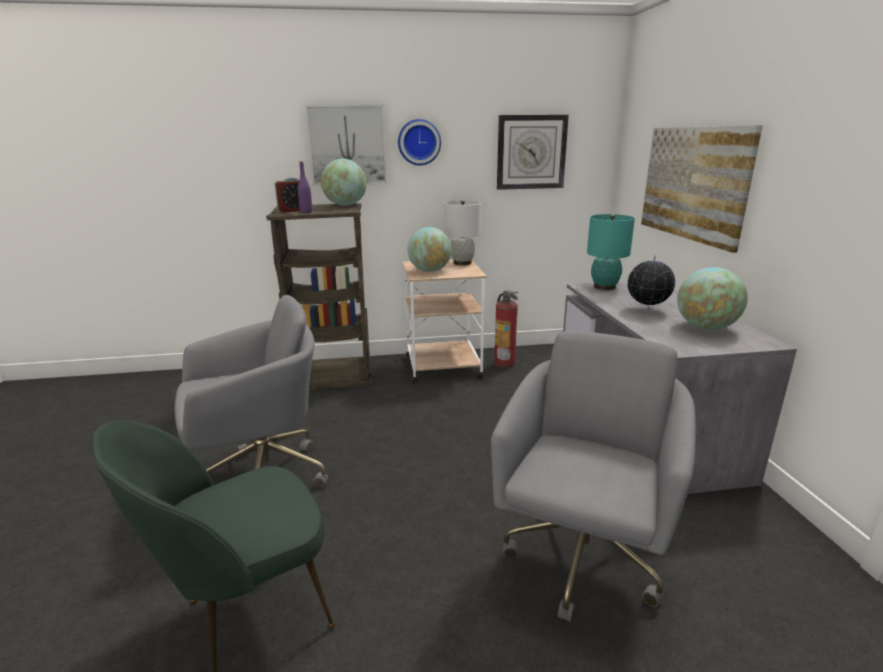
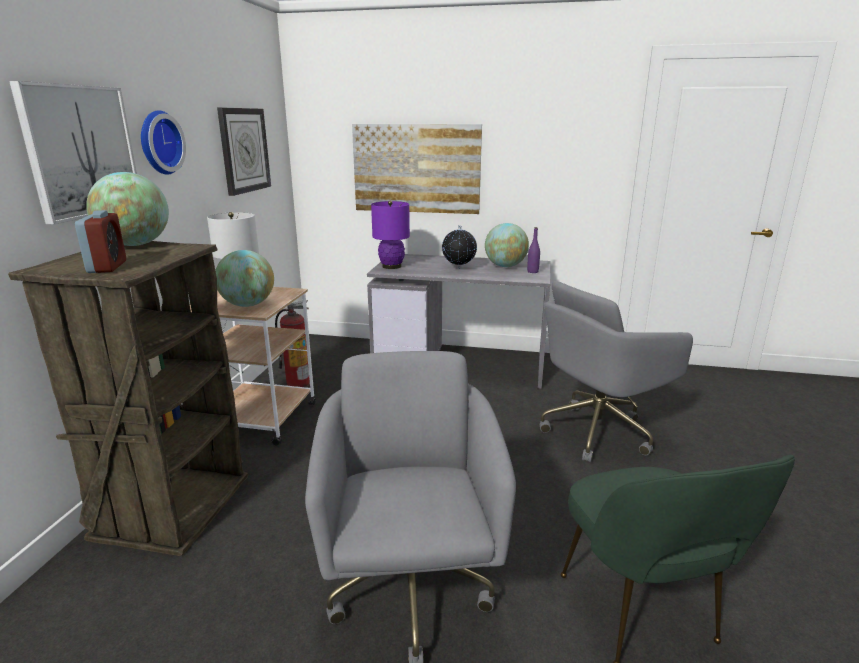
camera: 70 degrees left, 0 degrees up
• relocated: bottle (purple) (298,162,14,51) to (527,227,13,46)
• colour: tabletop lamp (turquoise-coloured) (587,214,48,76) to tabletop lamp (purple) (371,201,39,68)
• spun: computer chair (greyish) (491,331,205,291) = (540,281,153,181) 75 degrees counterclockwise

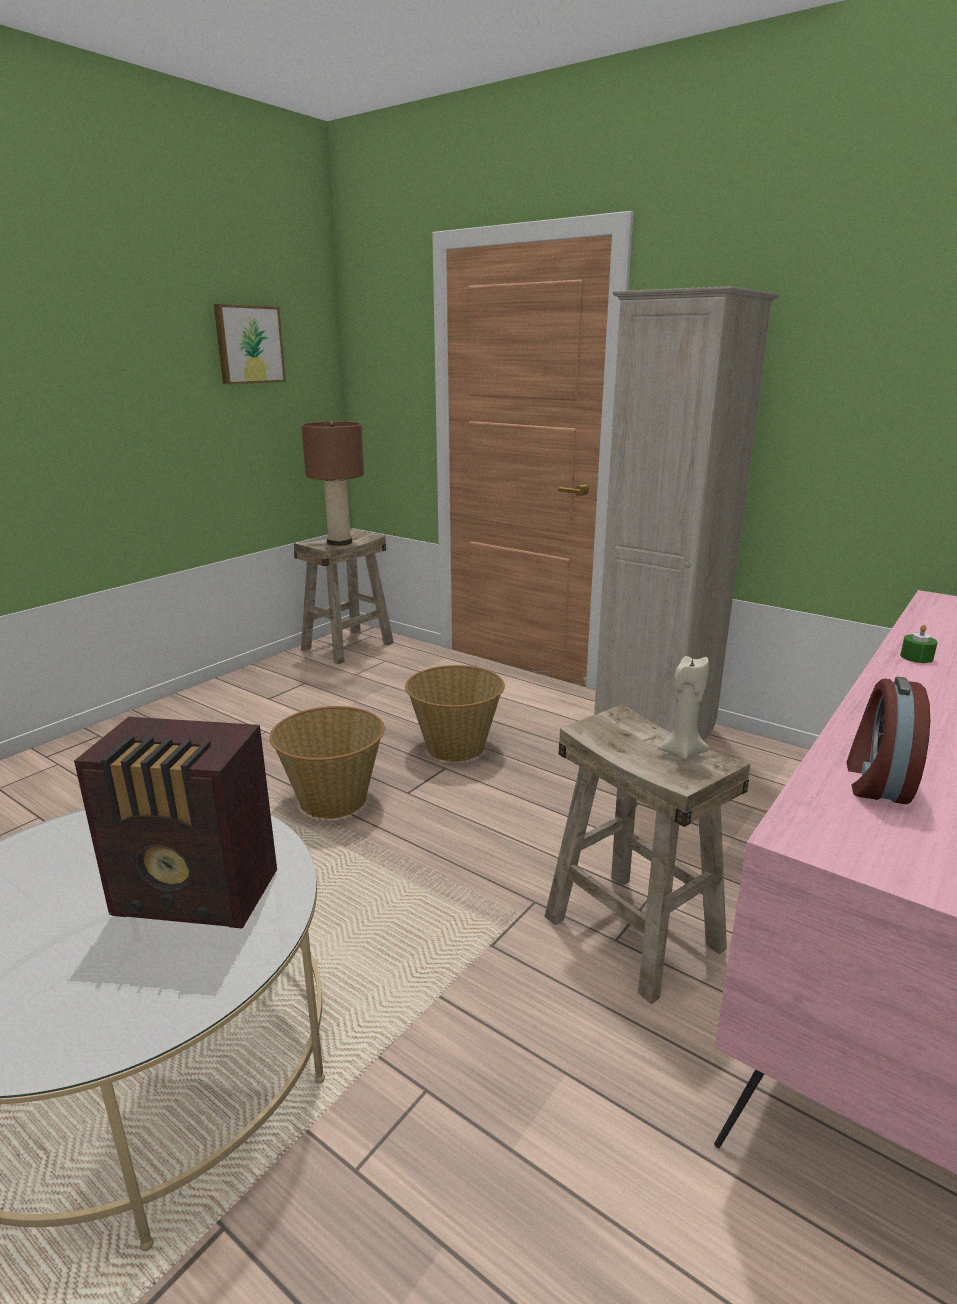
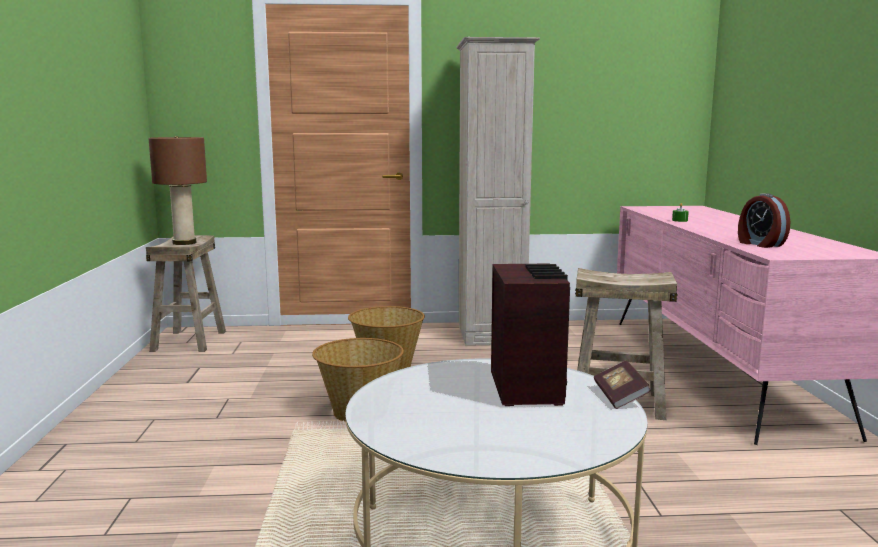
camera: 40 degrees left, 10 degrees down
• missing: picture (214,304,72,80)
• missing: wax light (beige) (658,656,51,104)
• spun: radio (74,717,203,211) = (491,264,79,142) 60 degrees counterclockwise
• appeared: book (594,360,57,49)

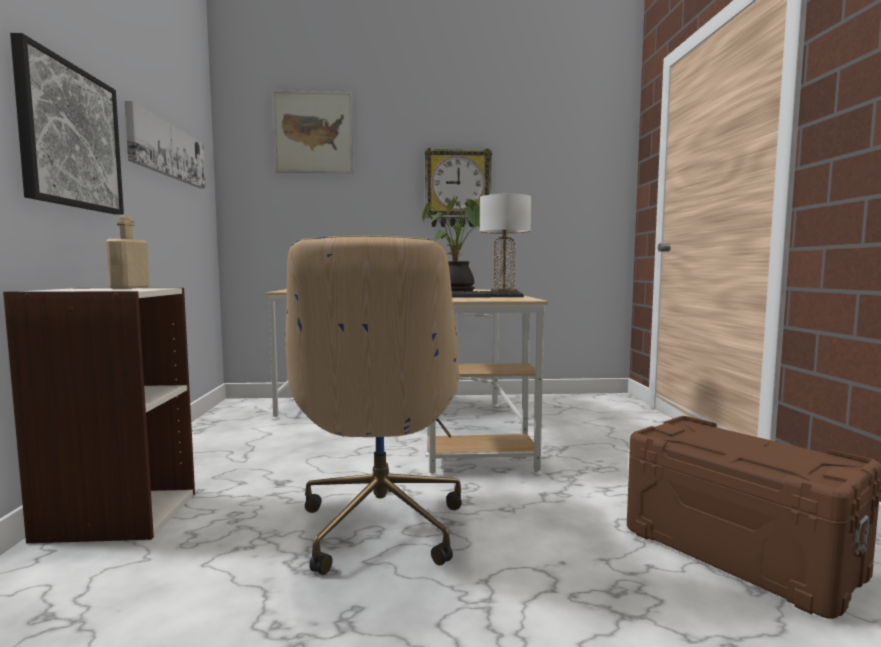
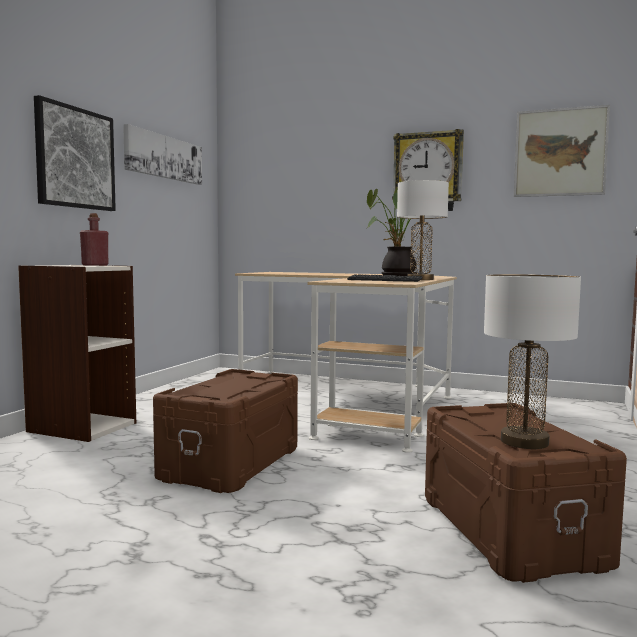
camera: 25 degrees right, 0 degrees up
• relocated: picture (272,90,82,83) to (514,105,96,92)
• colour: bottle (beige) (106,215,44,74) to bottle (red) (80,213,29,53)
• exchanged: computer chair (blue-coloured) (285,235,177,340) to storage bin (brownish) (153,369,145,124)
• appeared: tabletop lamp (484,274,97,175)

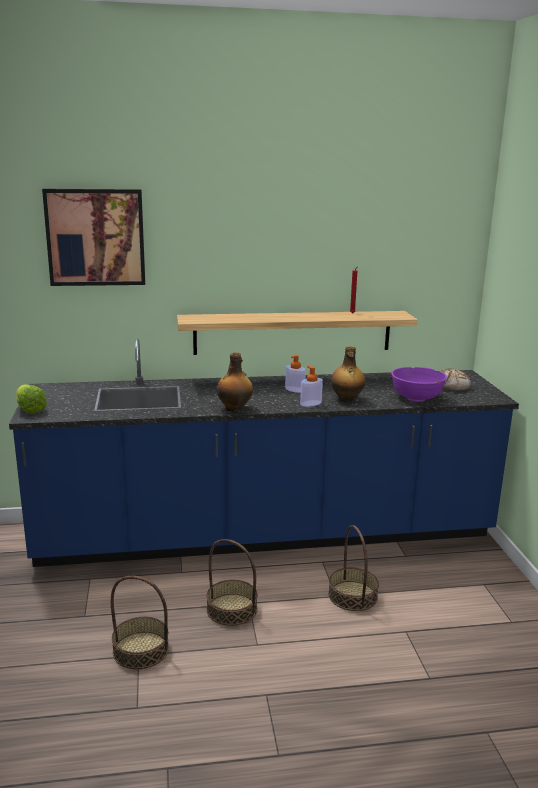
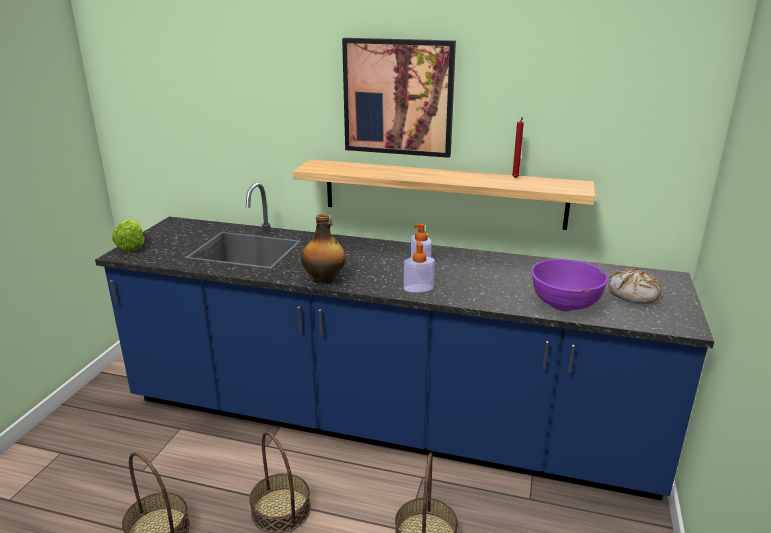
camera: 25 degrees right, 5 degrees up
• relocated: picture (42,189,103,97) to (342,38,114,120)
• missing: bottle (331,346,34,56)

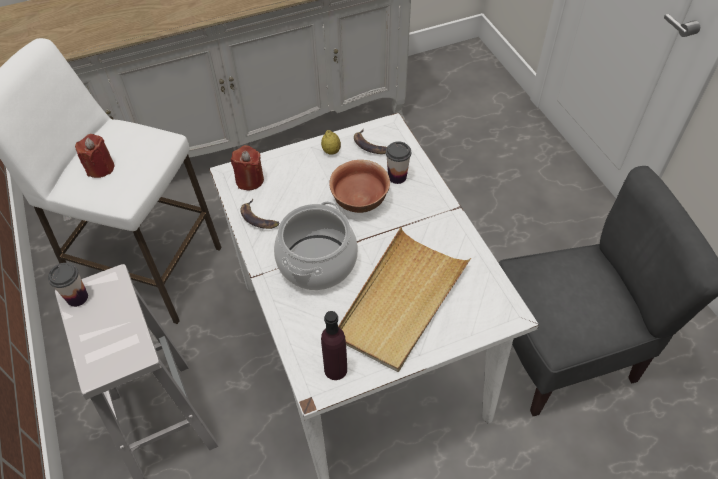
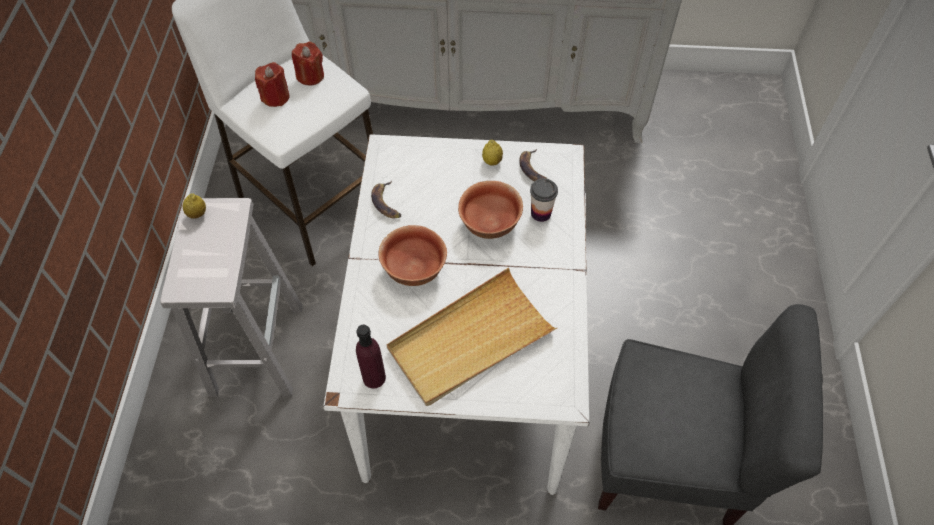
camera: 25 degrees right, 5 degrees up
• relocated: wax light (red) (231,145,33,45) to (292,42,32,43)
• exchanged: stockpot (274,201,84,89) to deep dish (379,225,68,61)
• exchanged: cup (48,263,40,44) to citrus fruit (183,194,23,25)

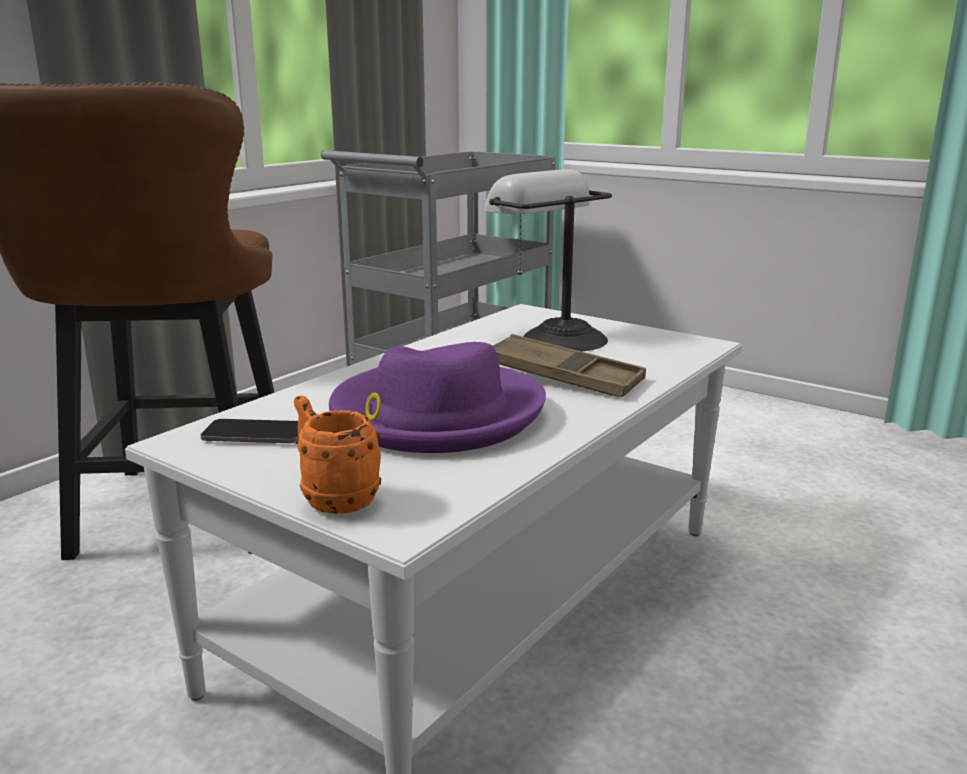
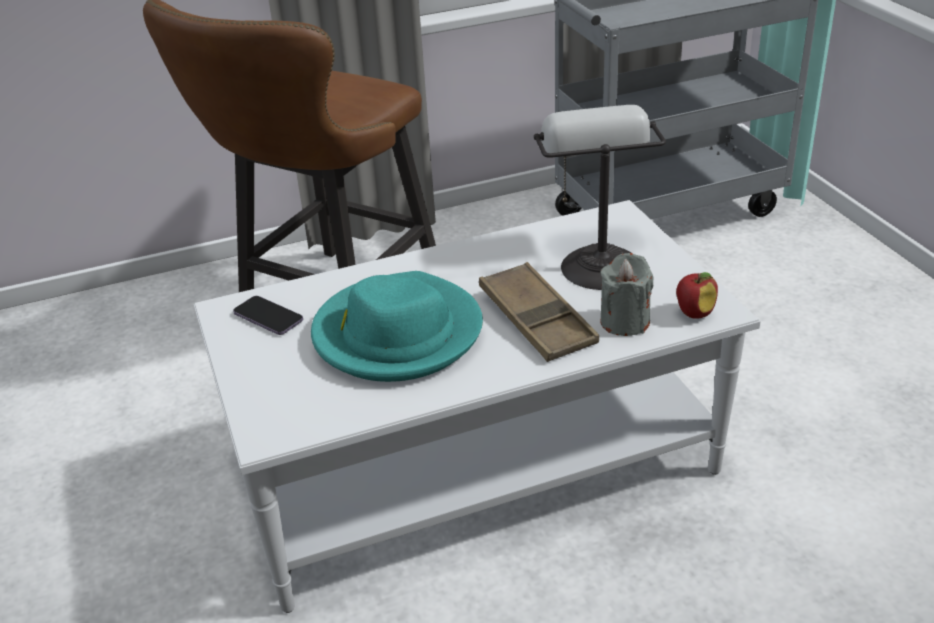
camera: 35 degrees right, 15 degrees up
• colour: hat (purple) (329,342,217,111) to hat (turquoise-coloured) (311,271,172,111)
• missing: tea mug (orange-coloured) (294,395,87,119)
• appeared: wax light (greyish) (600,253,53,83)
• appeared: apple (676,272,42,47)

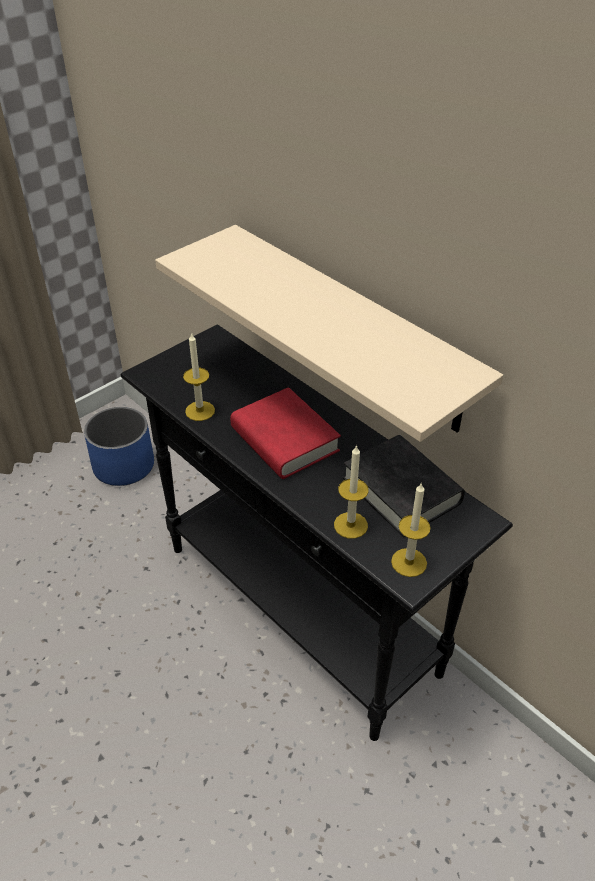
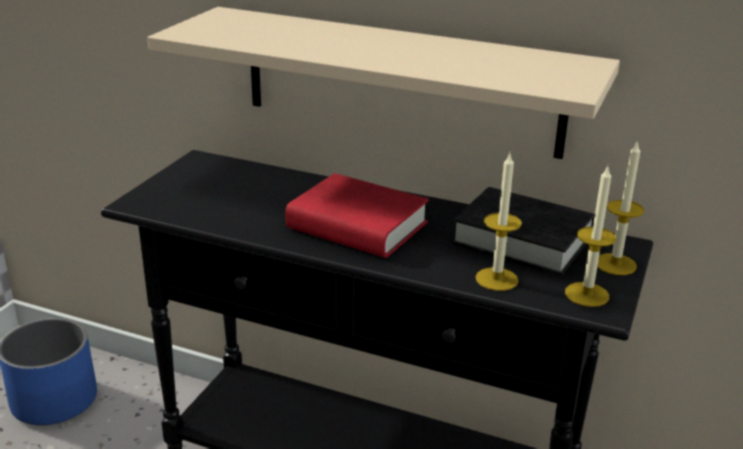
camera: 25 degrees left, 15 degrees down
• relocated: wax light (183,332,32,89) to (597,140,47,135)

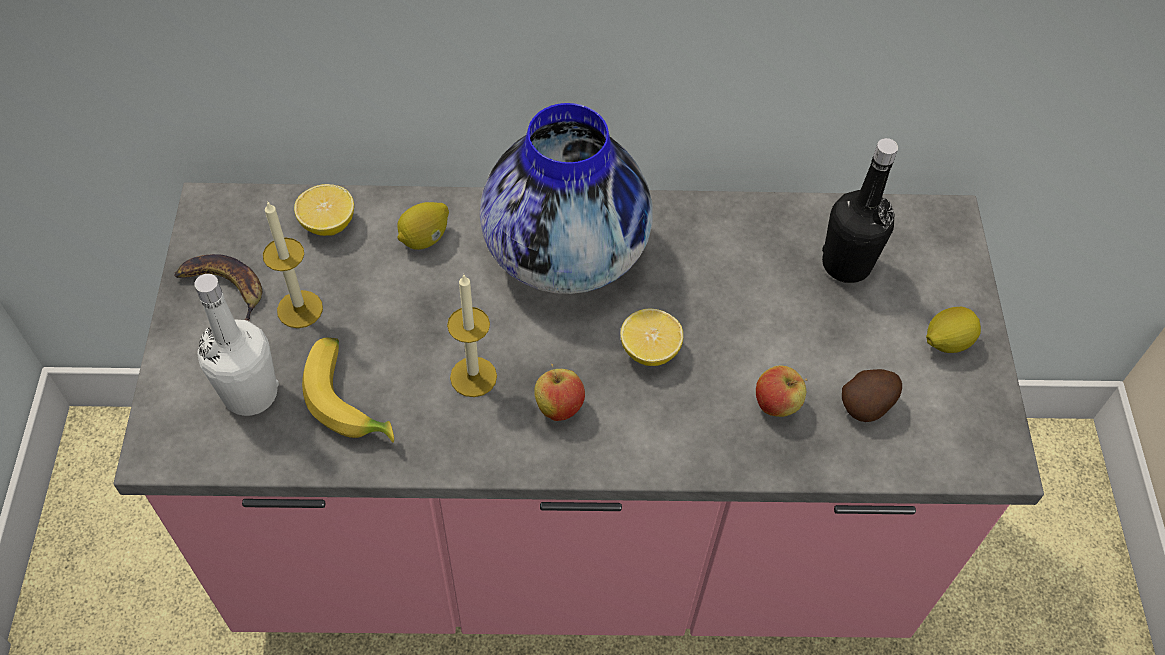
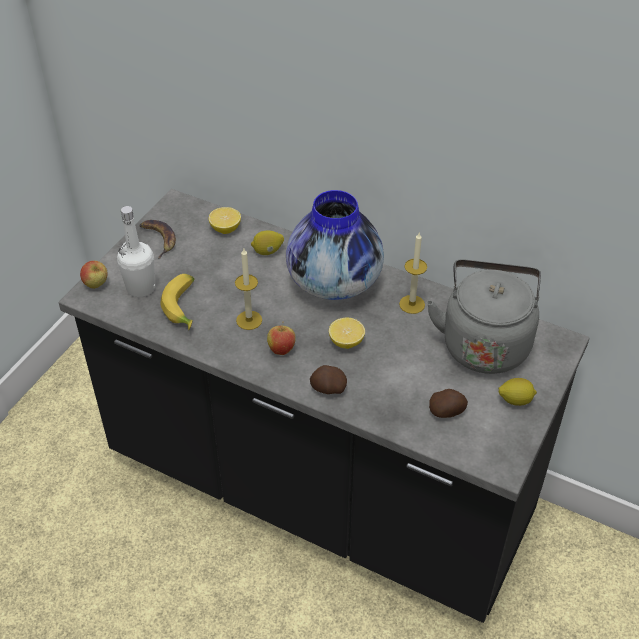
camera: 30 degrees right, 10 degrees down
• exchanged: bottle (blackish) (822,138,76,145) to water kettle (greyish) (427,260,114,114)
• colour: counter (pinkish) (114,183,930,455) to counter (blackish) (58,189,531,434)
• relocated: wax light (263,201,60,127) to (399,233,28,81)
• relocated: apple (756,365,52,52) to (80,261,28,28)
• appeared: spud (310,365,37,29)

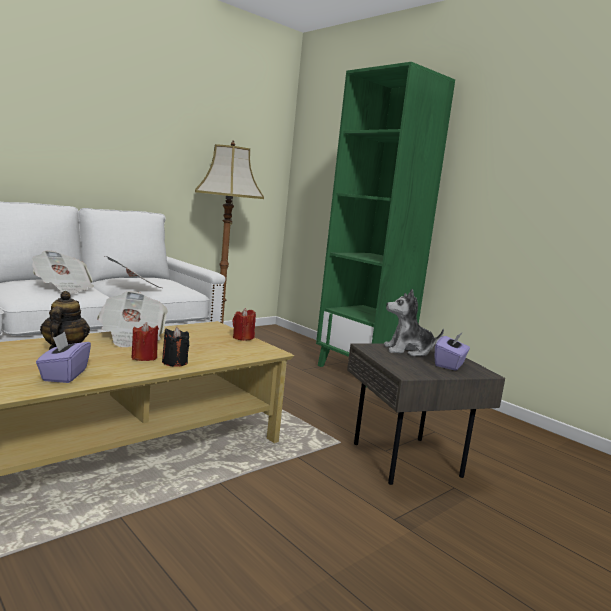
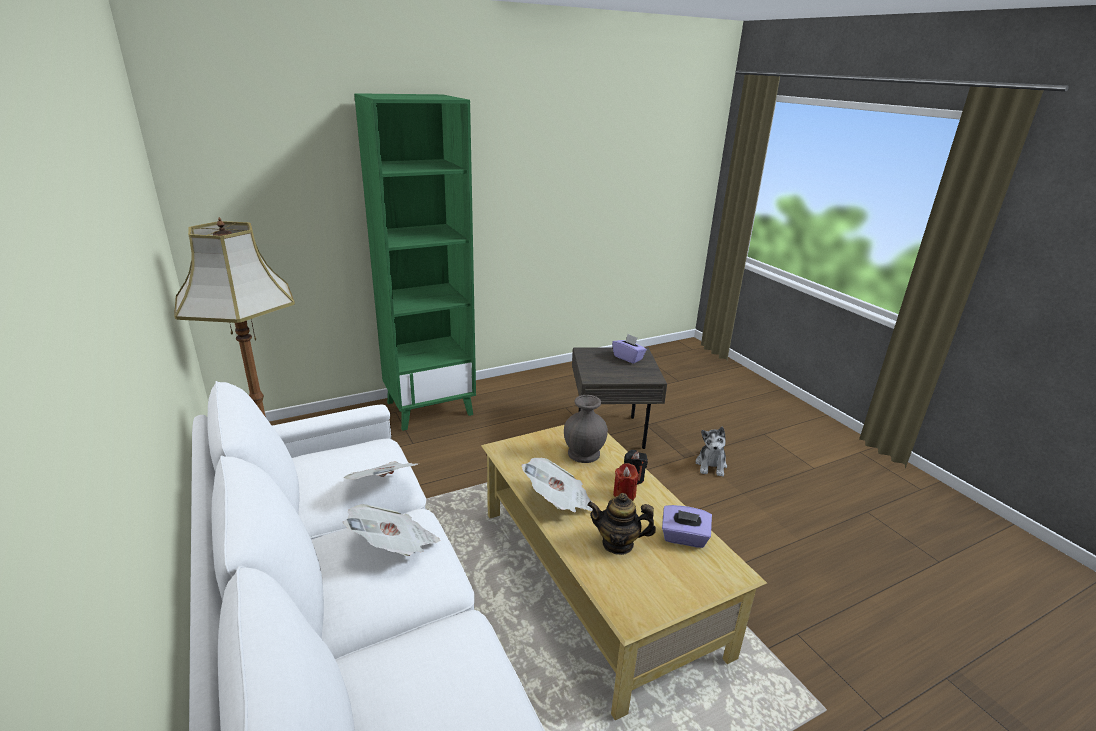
camera: 75 degrees left, 15 degrees up
• relocated: plush toy (384,289,60,67) to (696,427,31,50)
• missing: wax light (red) (233,308,23,33)
• appeared: vase (greyish) (564,395,44,68)

